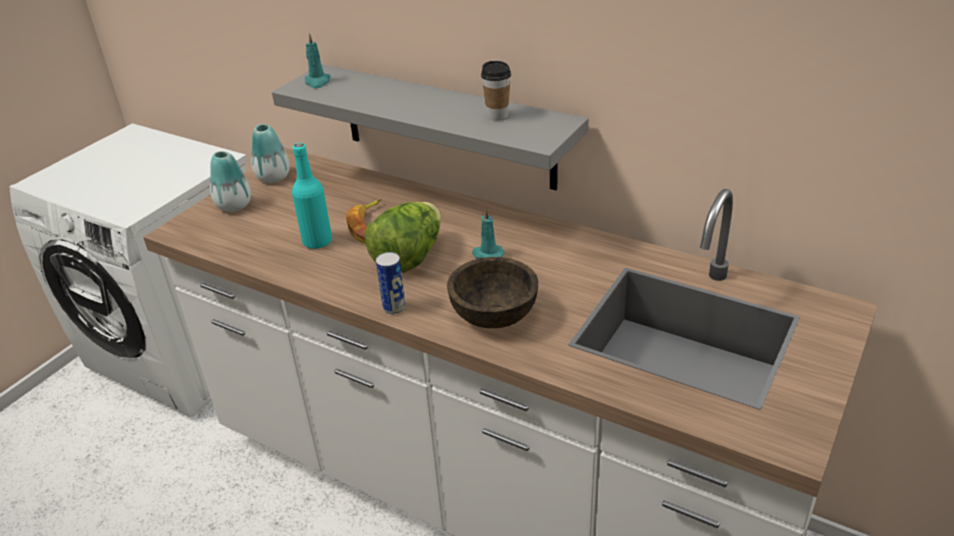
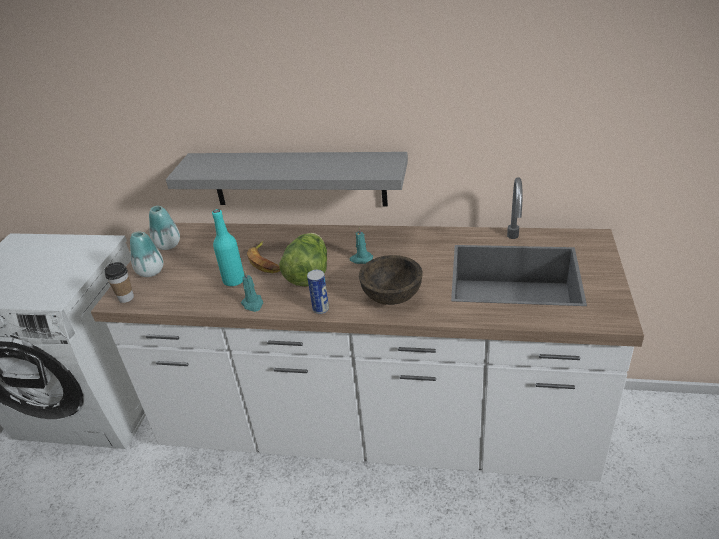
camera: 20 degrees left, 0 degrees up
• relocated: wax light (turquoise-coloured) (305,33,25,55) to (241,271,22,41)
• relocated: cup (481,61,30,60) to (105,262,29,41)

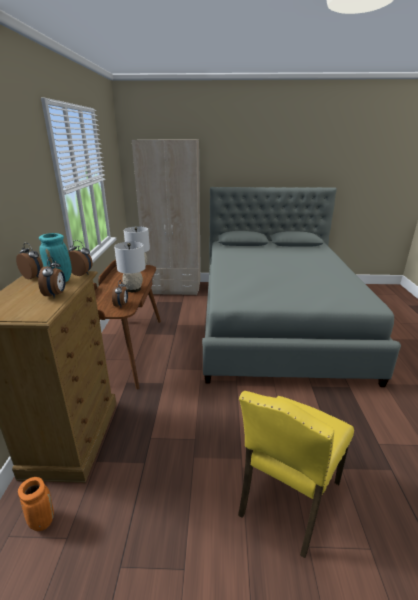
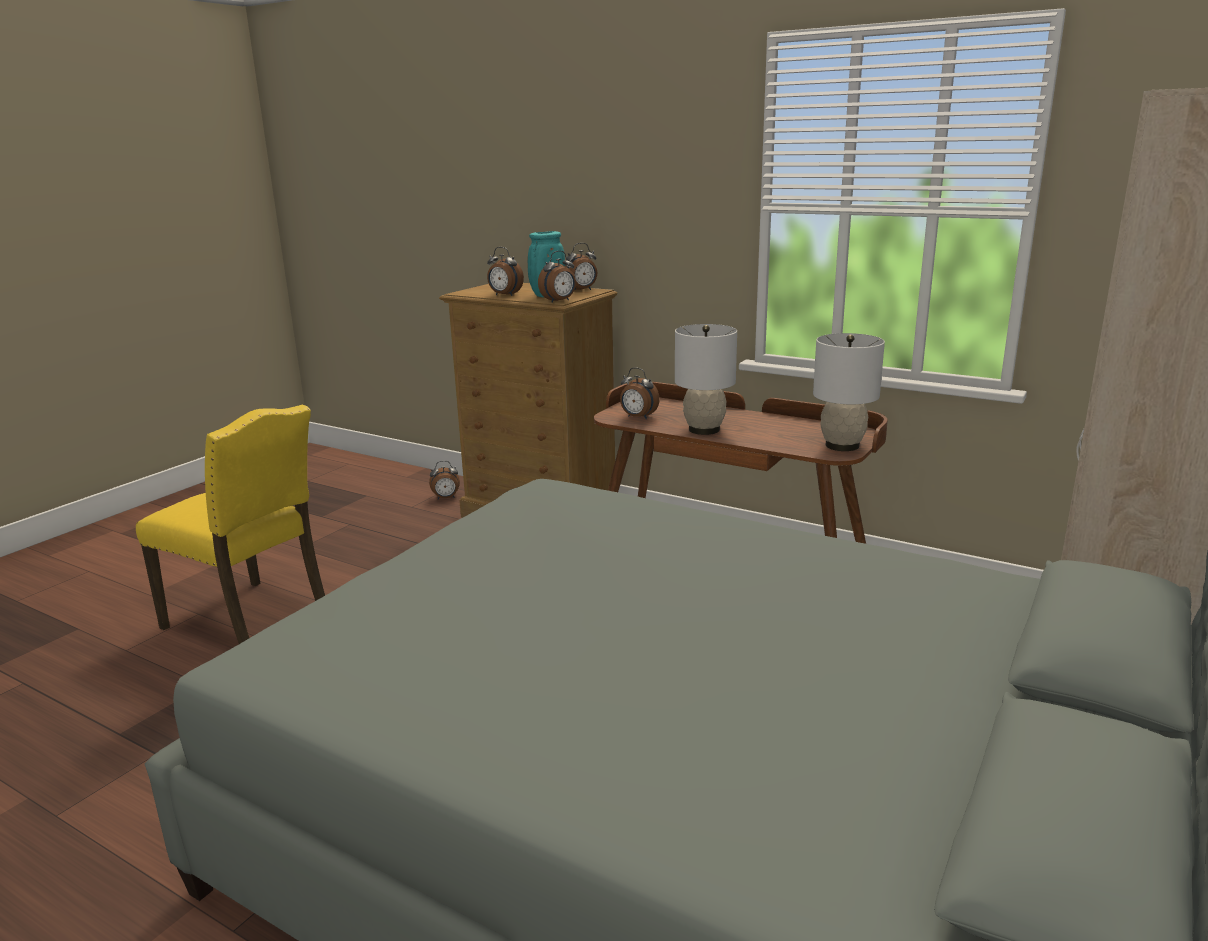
camera: 120 degrees right, 5 degrees down
• spun: plain chair (yellow) (238,391,116,167) = (136,405,189,239) 150 degrees clockwise
• exchanged: vase (orange-coloured) (18,477,36,54) to bedside clock (429,461,31,38)

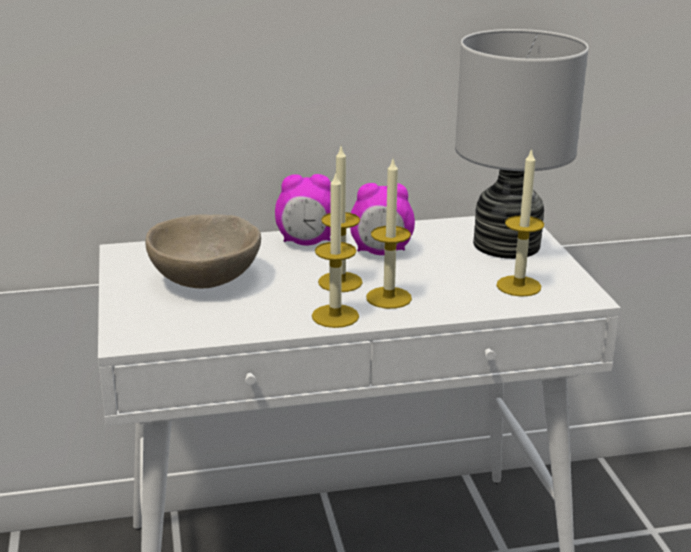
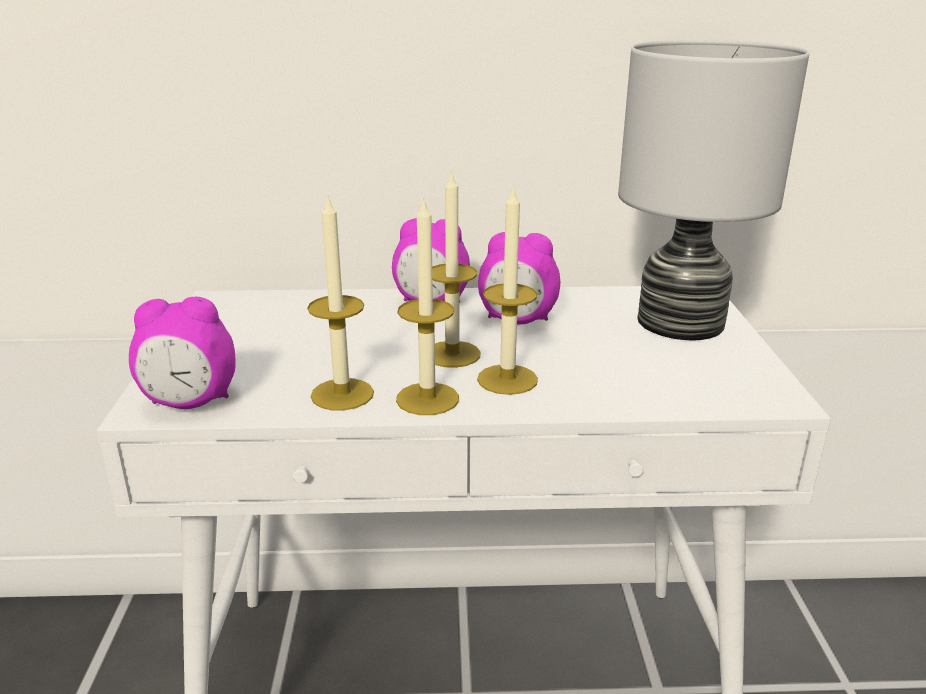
camera: 10 degrees right, 0 degrees up
• relocated: wax light (496,148,48,149) to (307,194,67,216)
• missing: deep dish (beige) (146,214,115,75)
• appeared: bedside clock (129,297,107,112)

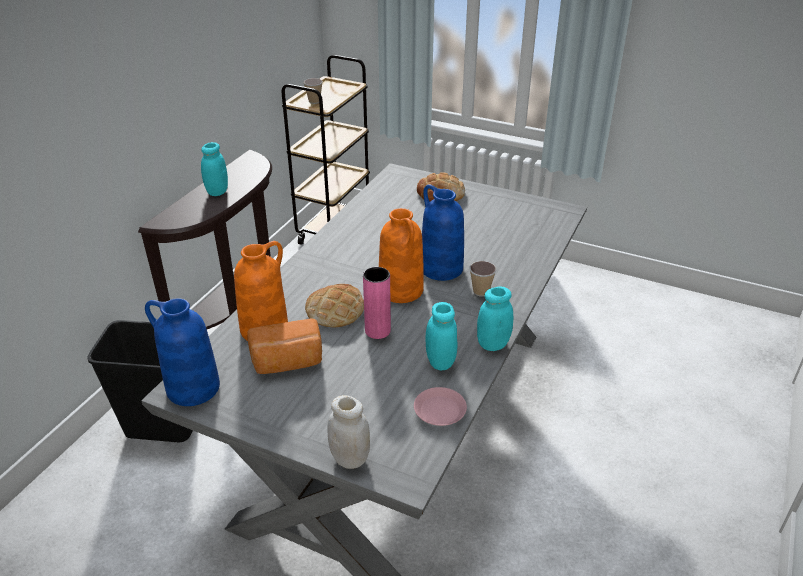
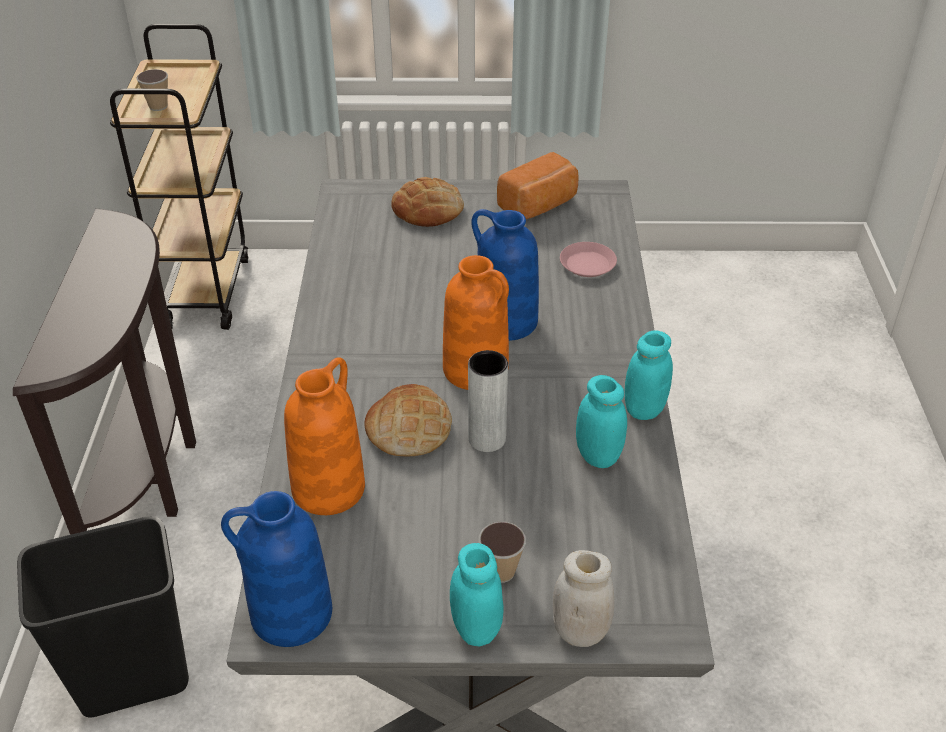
camera: 25 degrees left, 5 degrees up
• relocated: storage jar (turquoise-coloured) (201,142,27,54) to (450,543,54,103)
• relocated: cup (469,261,27,36) to (479,522,47,61)
• colour: vase (pinkish) (363,267,28,72) to vase (greyish) (468,350,40,102)
• relocated: bakery bread (247,318,75,56) to (497,152,82,67)
• relocated: plate (pinkish) (414,387,53,39) to (560,242,57,35)

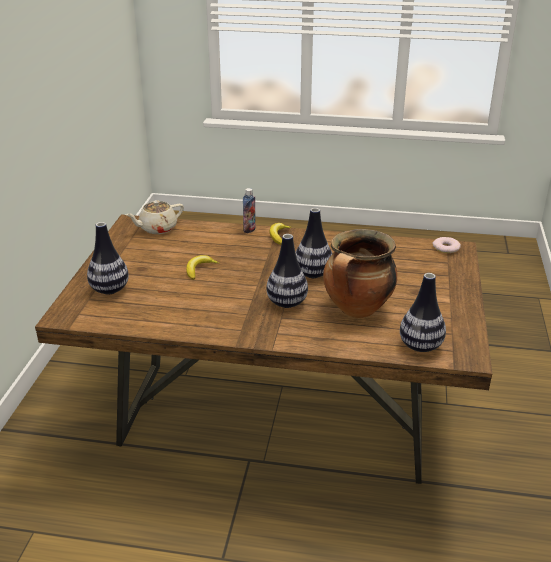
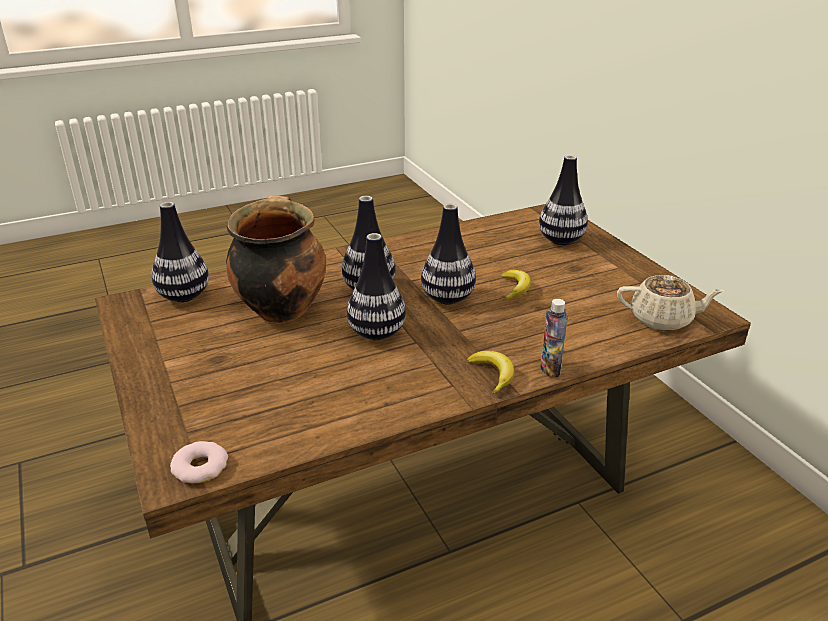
camera: 145 degrees right, 0 degrees up
• spun: teapot (beige) (126,200,58,34) = (617,275,107,56) 75 degrees clockwise
• appeared: vase (421,204,55,101)

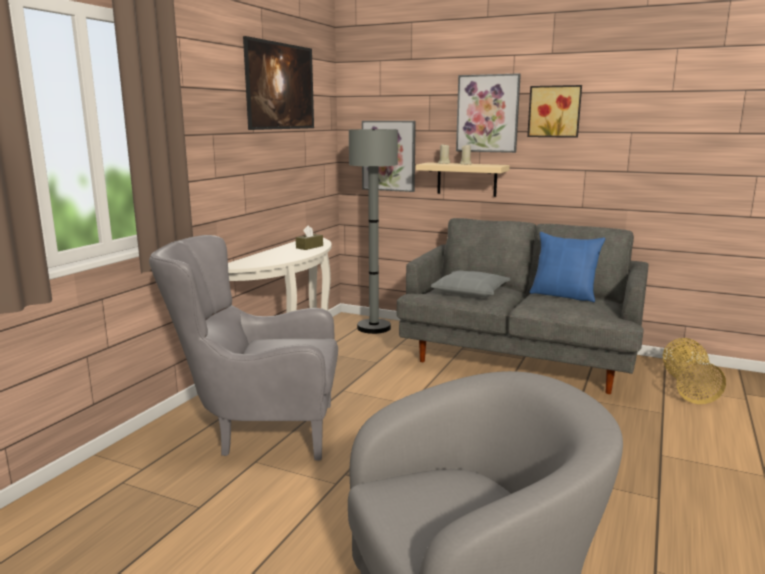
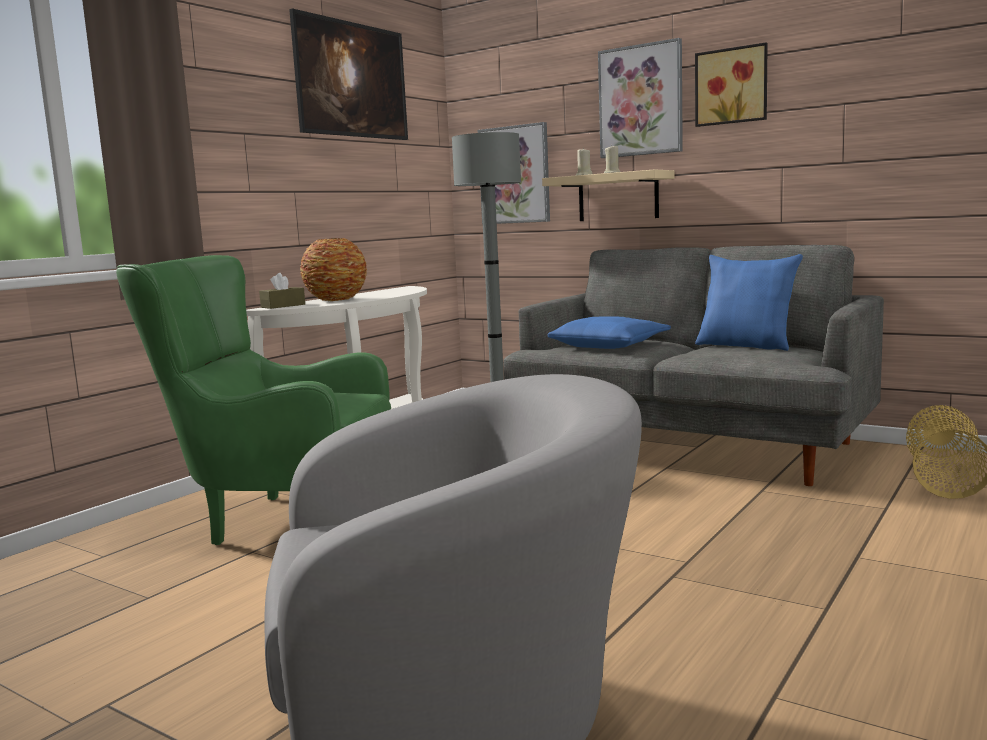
camera: 10 degrees right, 5 degrees down
• relocated: box of tissues (brownish) (296,225,27,25) to (259,273,46,36)
• colour: armchair (greyish) (149,235,189,226) to armchair (green-coloured) (116,255,275,290)
• colour: throw pillow (greyish) (431,270,80,27) to throw pillow (blue-coloured) (548,316,123,33)
• appeared: vase (300,238,67,63)

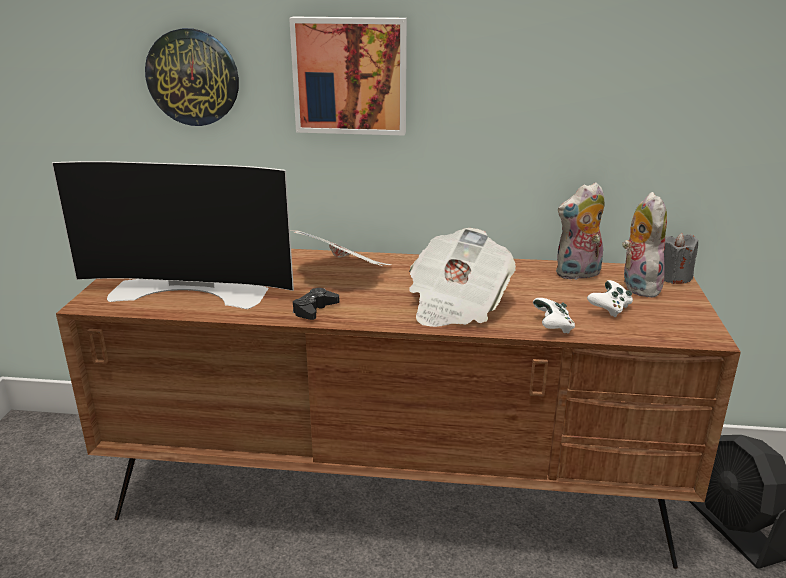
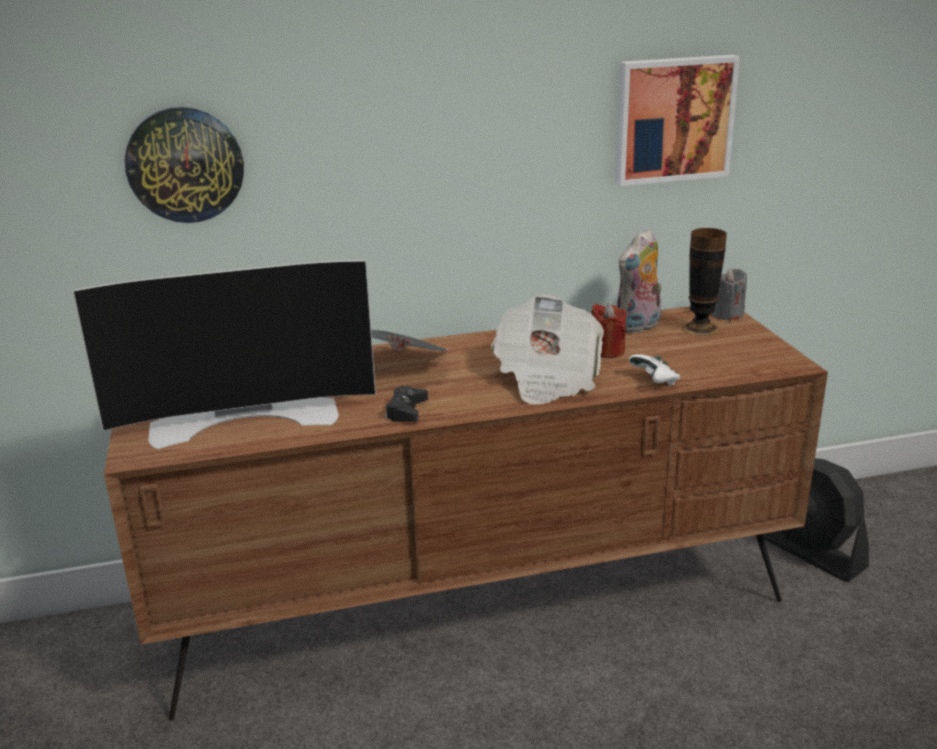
camera: 20 degrees left, 0 degrees up
• relocated: picture (289,17,118,119) to (615,55,125,131)
• exchanged: plush toy (622,192,45,105) to vase (682,228,45,108)
• missing: game controller (white) (587,280,46,37)
• appeared: wax light (red) (591,303,35,55)

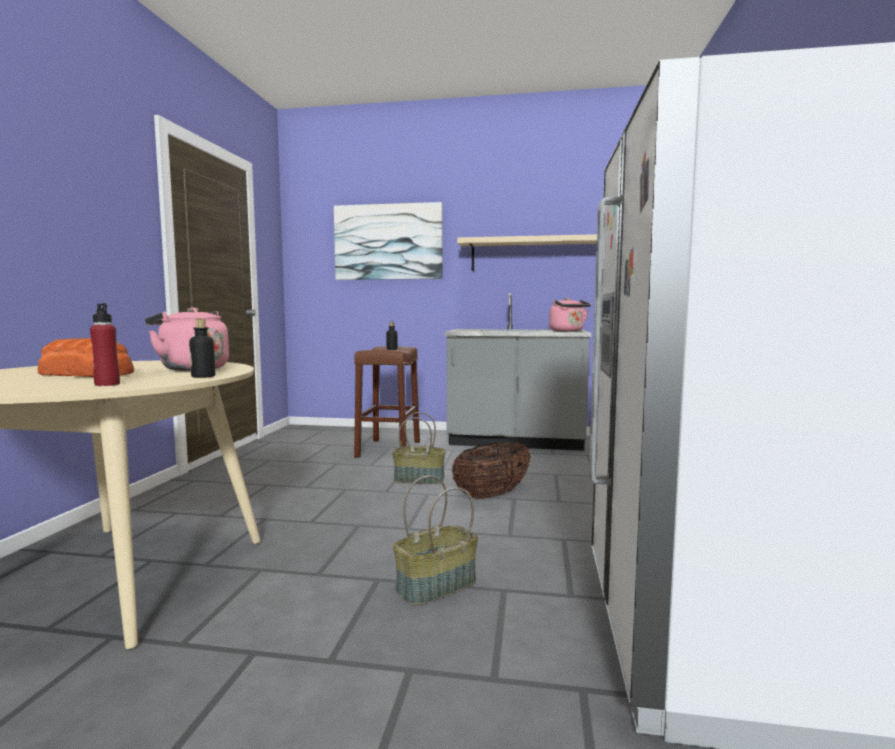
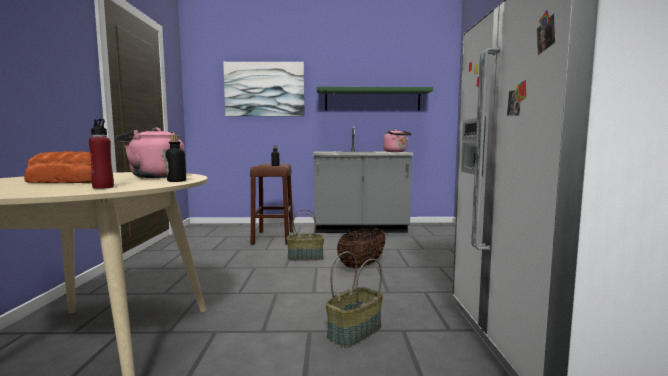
camera: 10 degrees left, 0 degrees up
• colour: shelf (beige) (457,234,140,37) to shelf (green-coloured) (317,87,116,24)

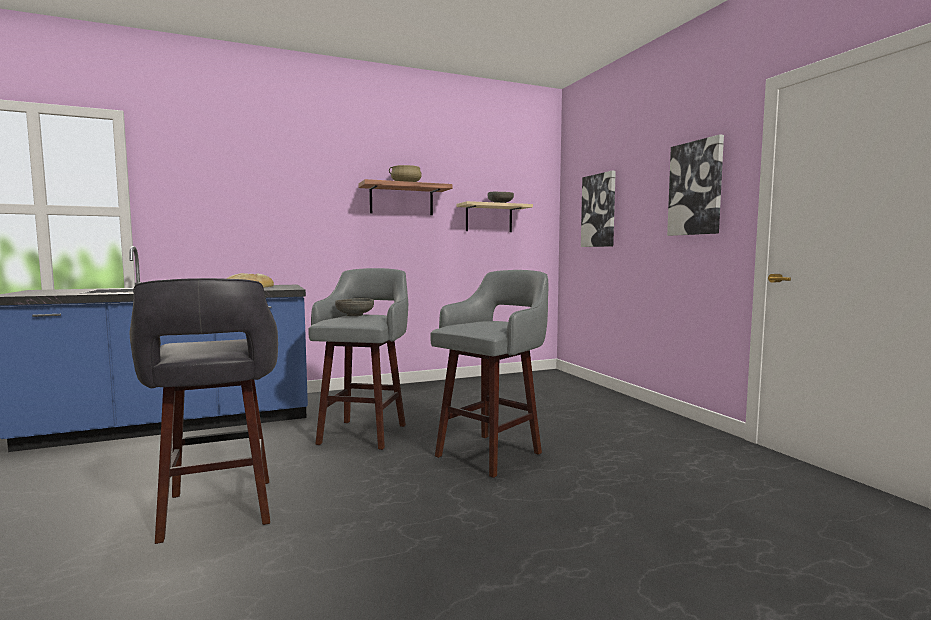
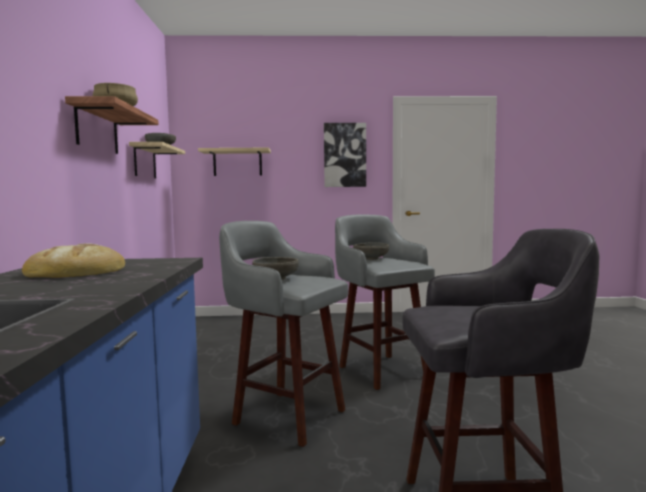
camera: 70 degrees left, 0 degrees up
• exchanged: picture (581,171,35,76) to shelf (198,148,73,28)
• appeared: deep dish (greyish) (353,242,36,18)

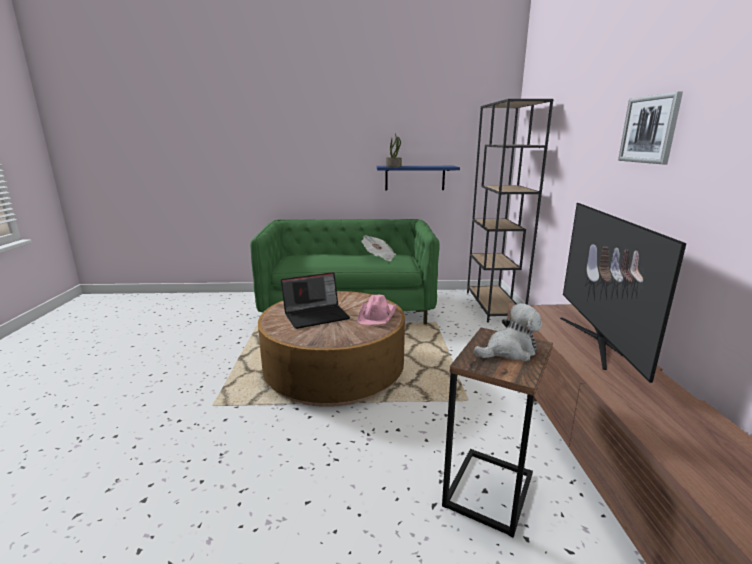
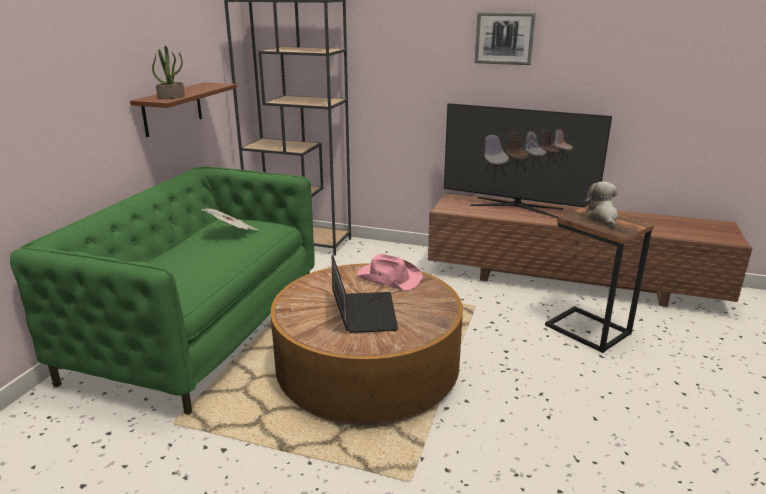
camera: 70 degrees left, 5 degrees up
• colour: shelf (blue-coloured) (376,166,84,25) to shelf (brownish) (130,82,107,55)

